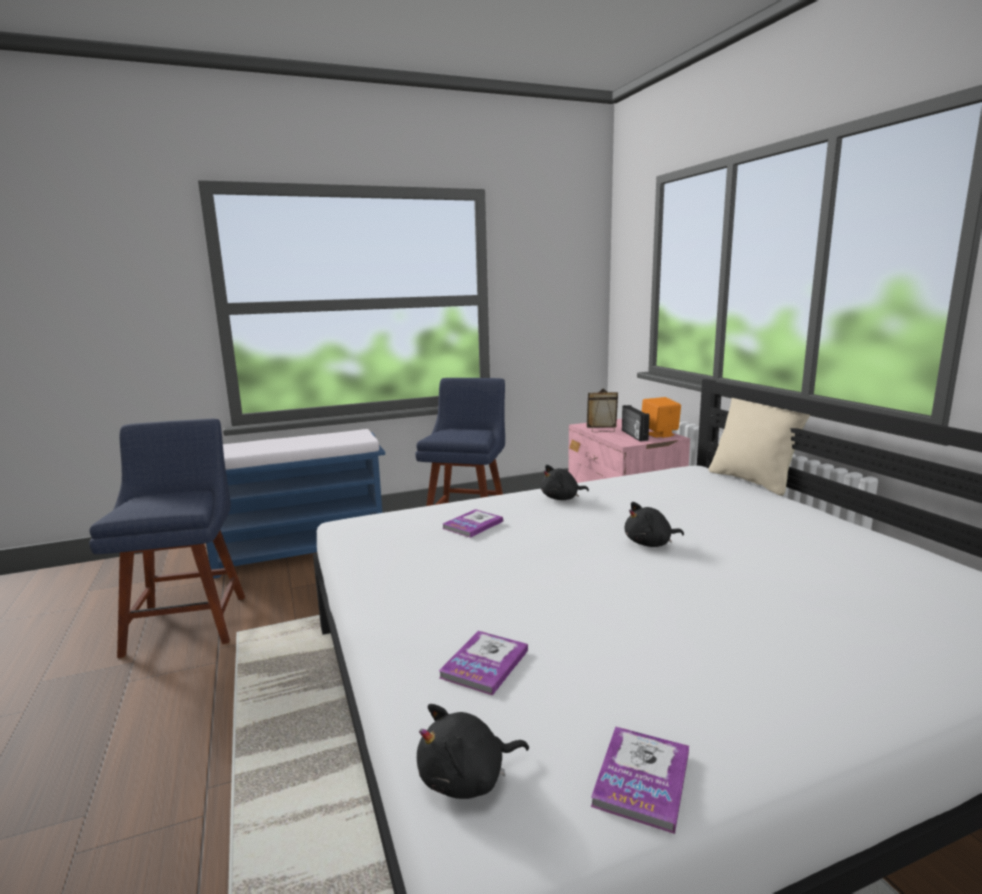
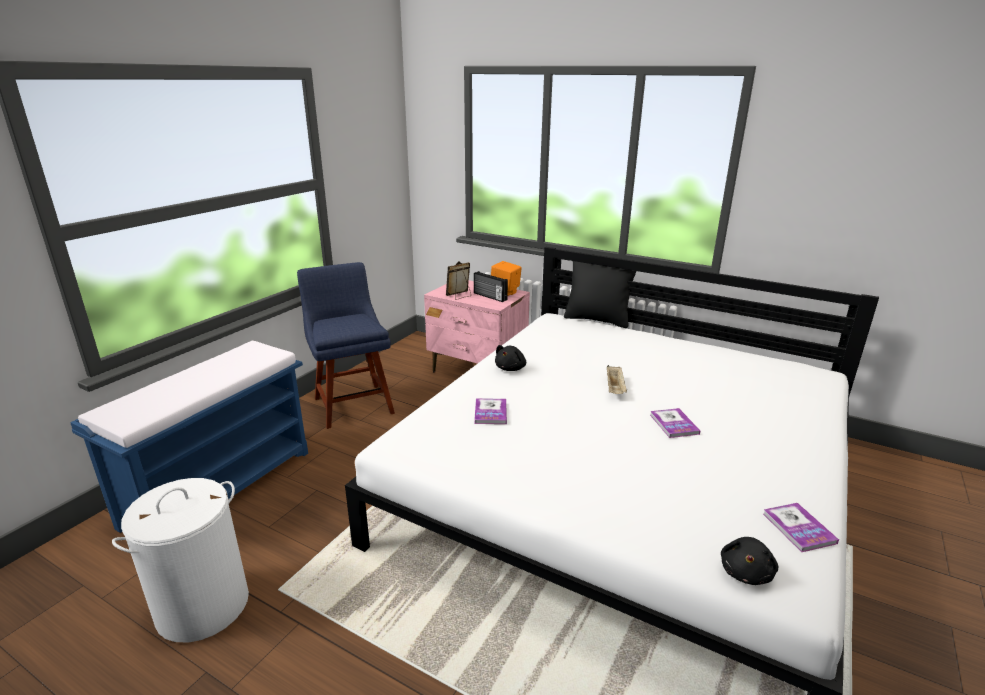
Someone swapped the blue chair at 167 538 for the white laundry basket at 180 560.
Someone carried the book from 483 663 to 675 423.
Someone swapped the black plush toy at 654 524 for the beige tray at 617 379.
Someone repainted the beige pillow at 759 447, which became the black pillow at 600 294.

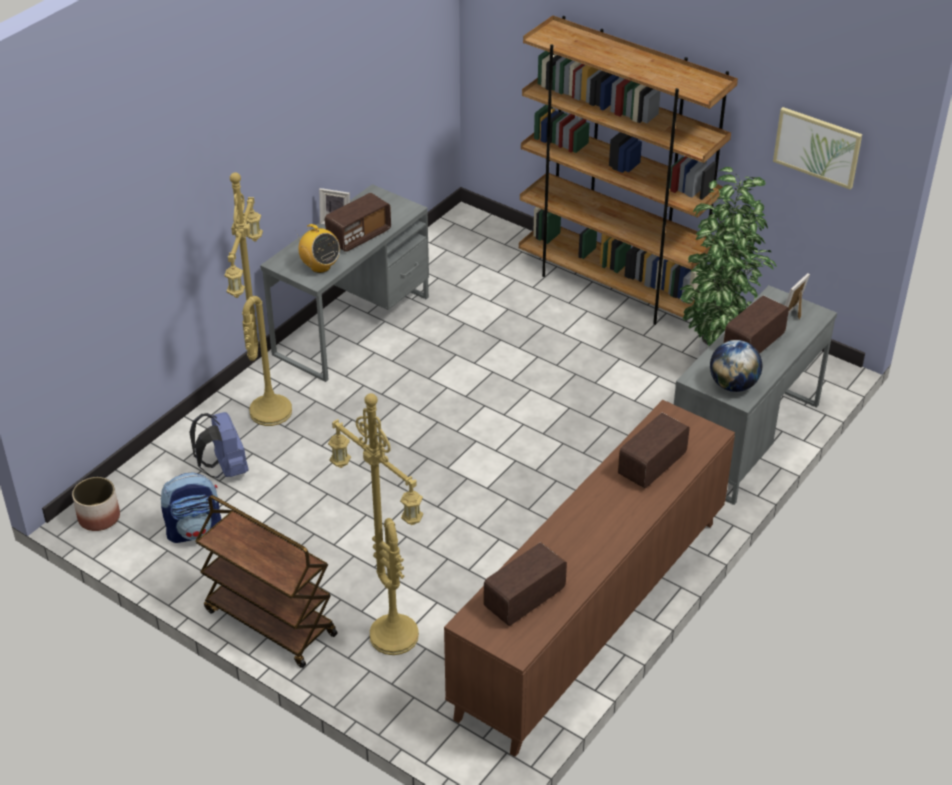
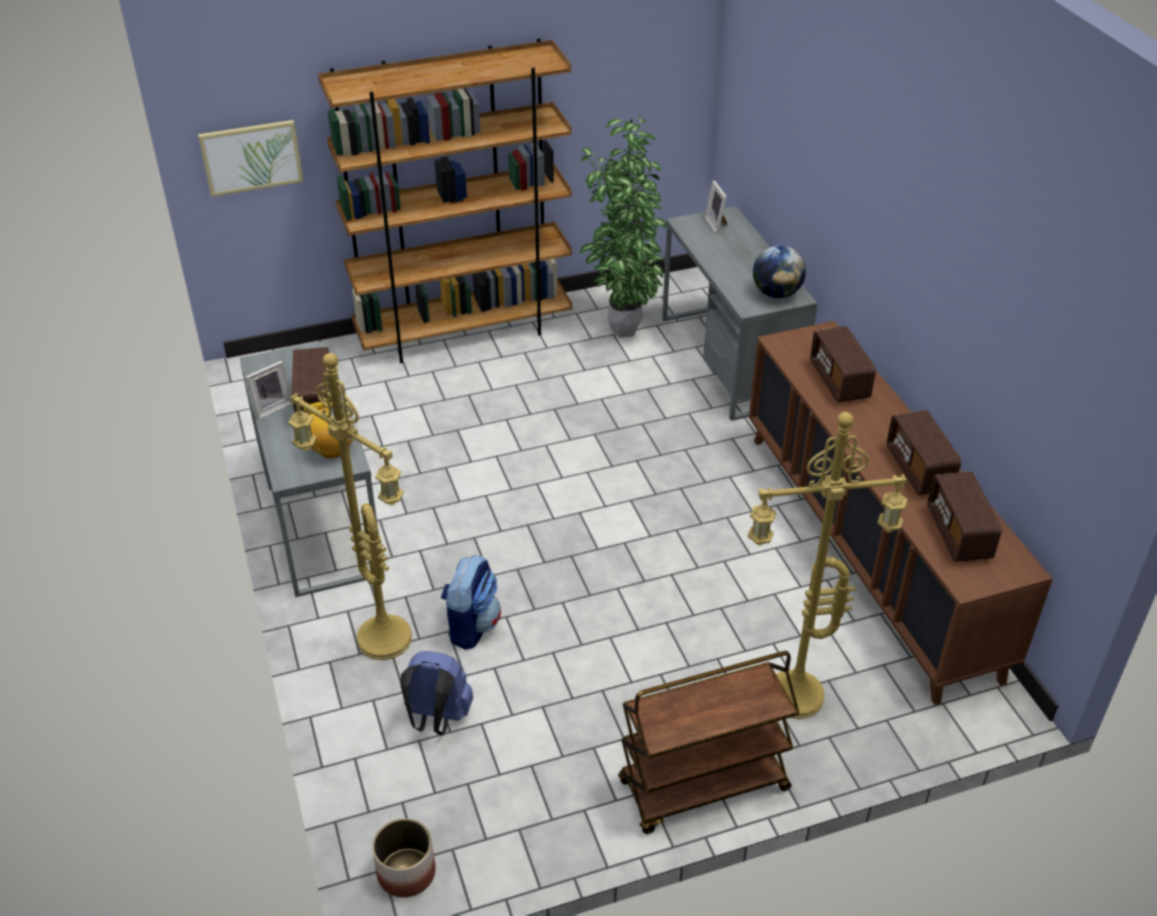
Someone carried the backpack from 191 507 to 471 602.
Someone carried the radio from 756 324 to 924 452.
Someone carried the picture from 817 148 to 250 158.

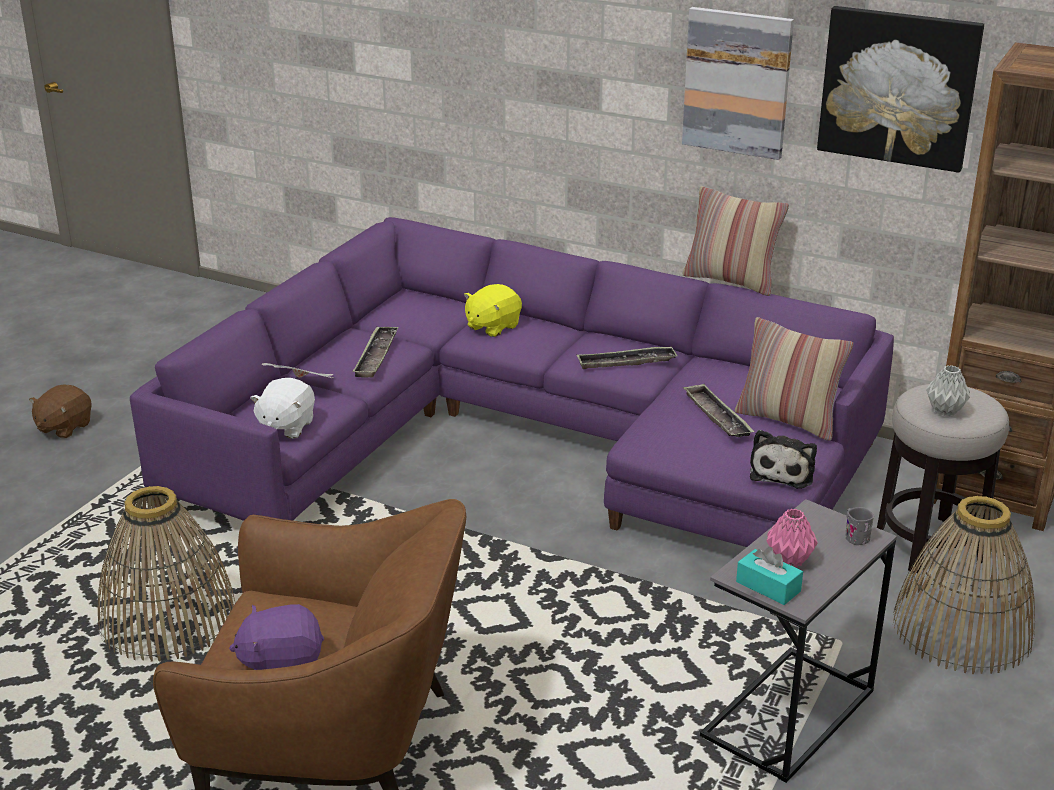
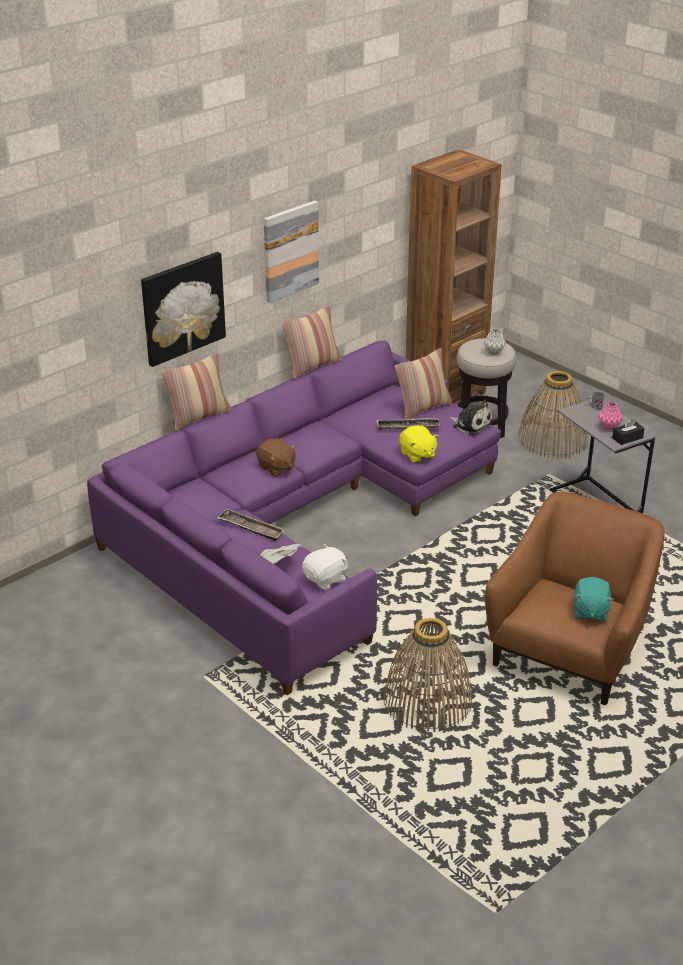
Someone carried the brown plush toy from 60 412 to 276 457.
Someone repainted the purple plush toy at 276 637, which became the turquoise plush toy at 593 599.
Someone rotated the white plush toy at 282 408 by 75 degrees counterclockwise.
Someone carried the yellow plush toy from 493 310 to 418 444.
Someone took away the tray at 627 357.
Someone repainted the turquoise tissue box at 769 576, which became the black tissue box at 628 431.
Someone carried the picture from 900 89 to 183 309.
Someone put down the pillow at 196 392.

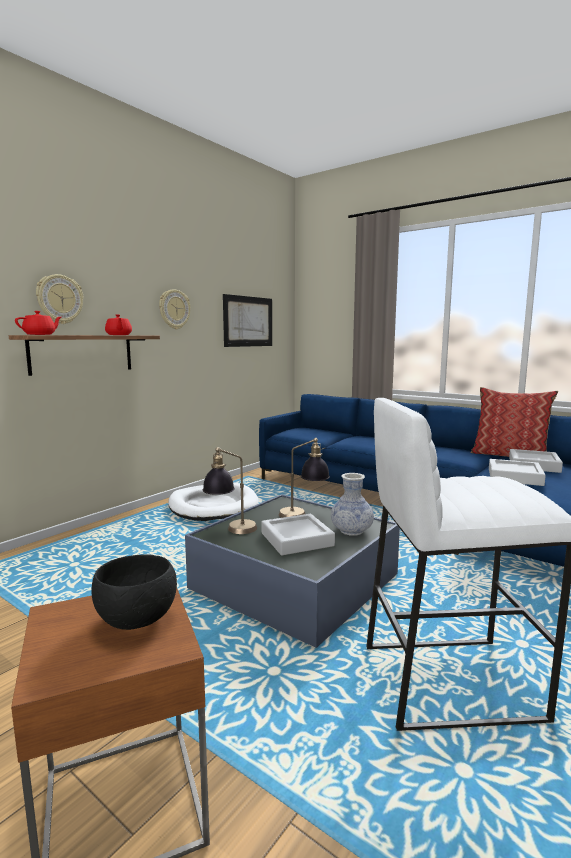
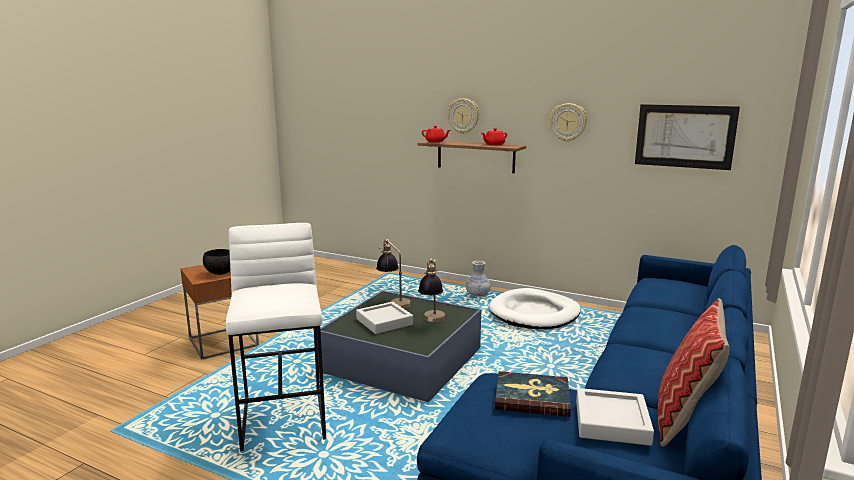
Someone carried the vase from 352 504 to 478 279.
Someone swapped the grey tray at 517 472 for the book at 533 394.

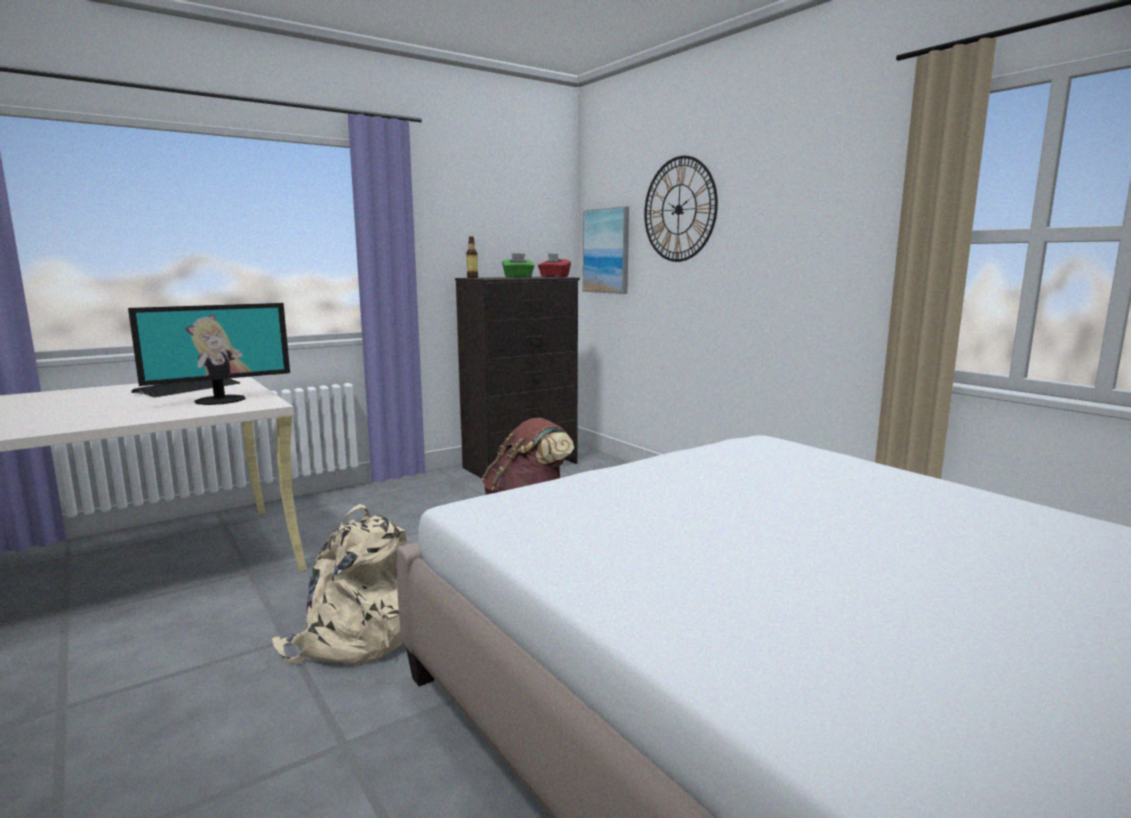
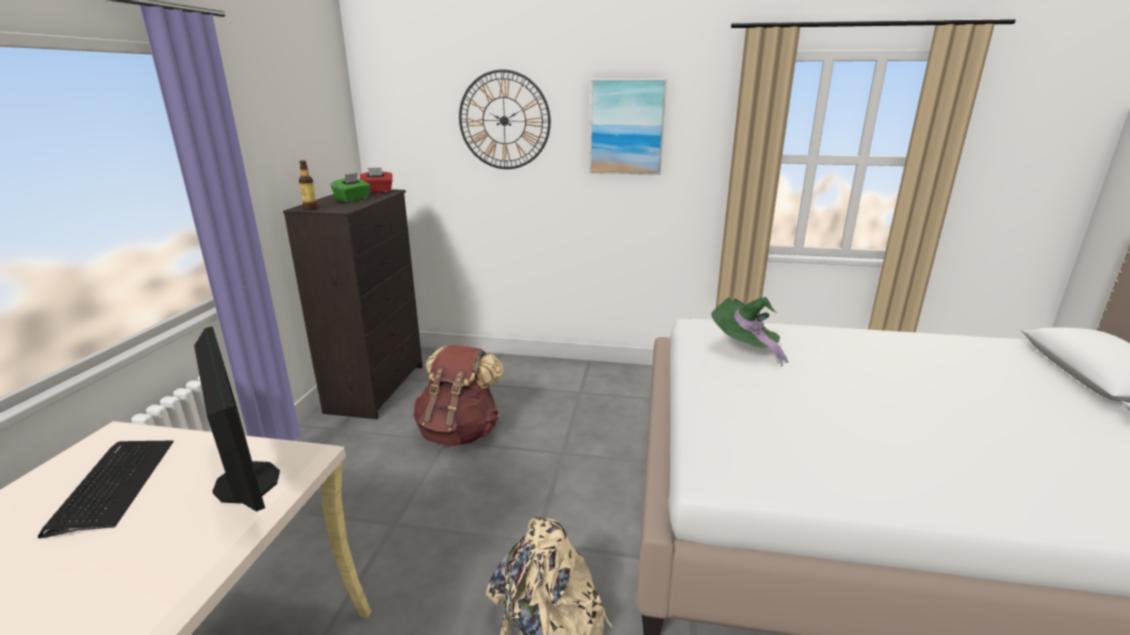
Someone rotated the monitor at 209 354 by 45 degrees counterclockwise.
Someone carried the picture from 606 250 to 628 127.
Someone put down the green hat at 750 331.

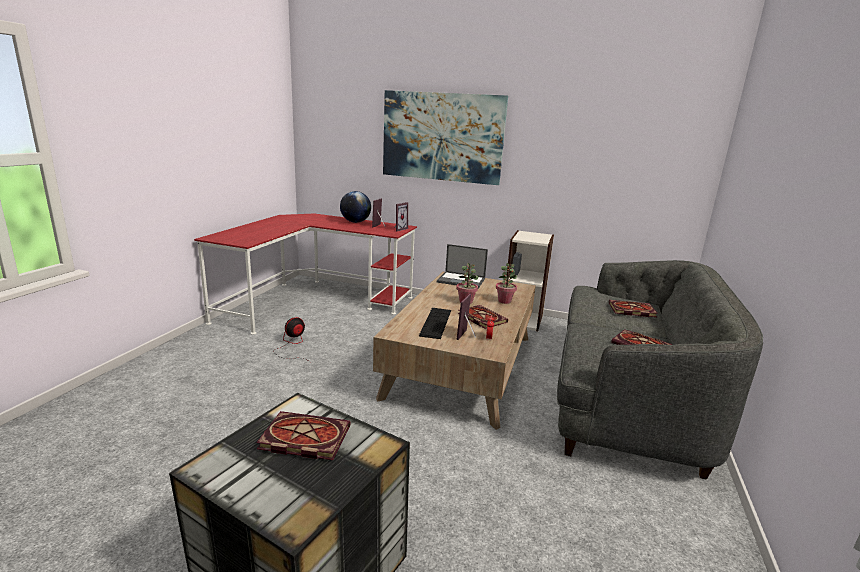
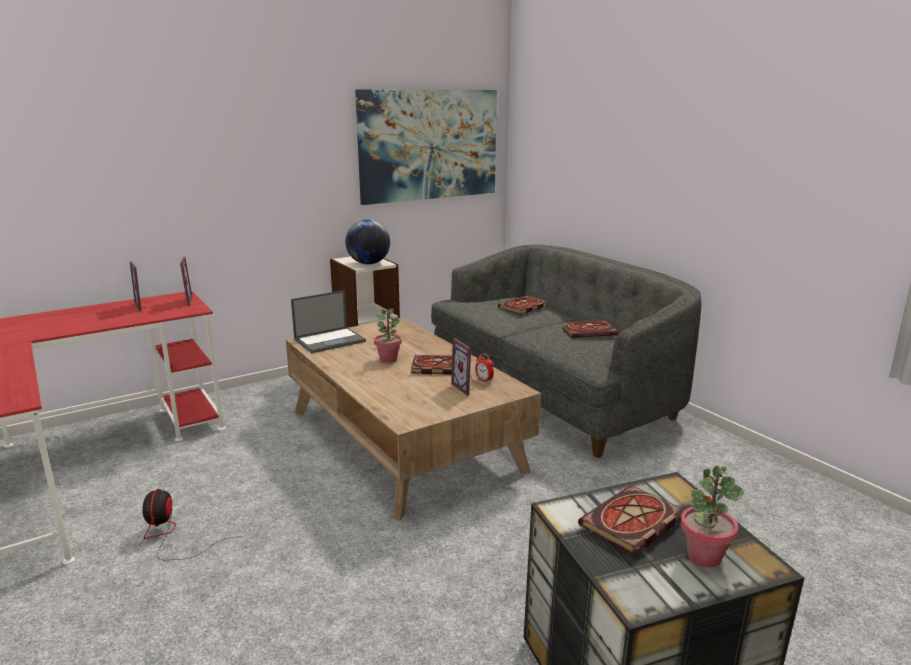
Someone carried the globe from 355 207 to 367 242.
Someone carried the picture from 445 137 to 426 147.
Someone took away the keyboard at 435 323.
Someone carried the potted plant from 506 283 to 712 517.

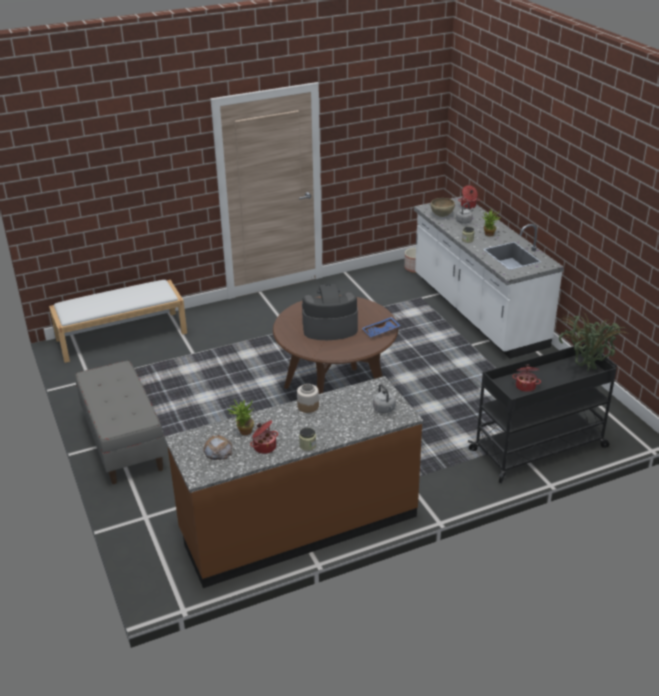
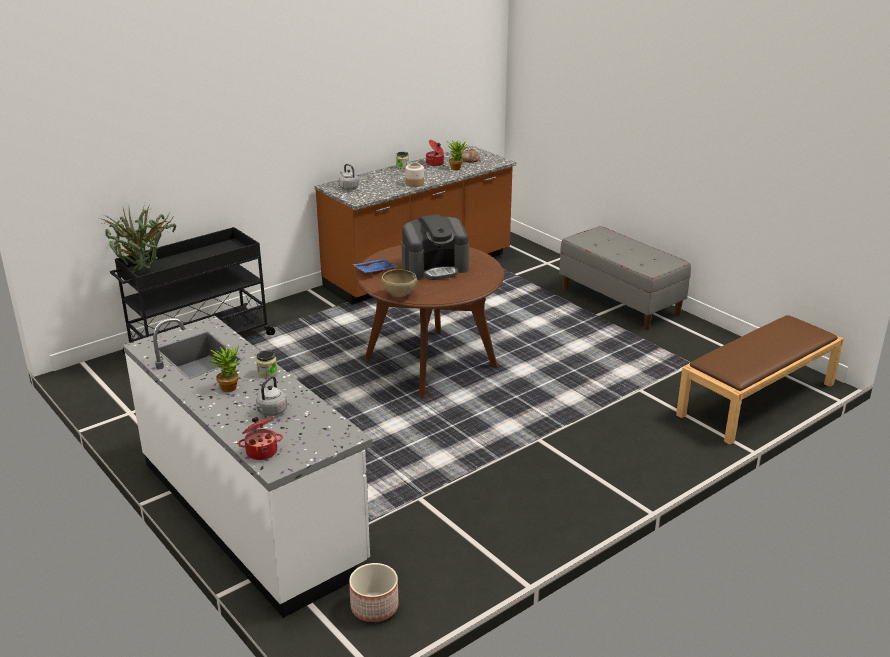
Someone repainted the white bench at 118 321, which became the brown bench at 760 380.
Someone carried the brown bowl from 442 207 to 399 283.
Someone took away the cooking pot at 526 378.

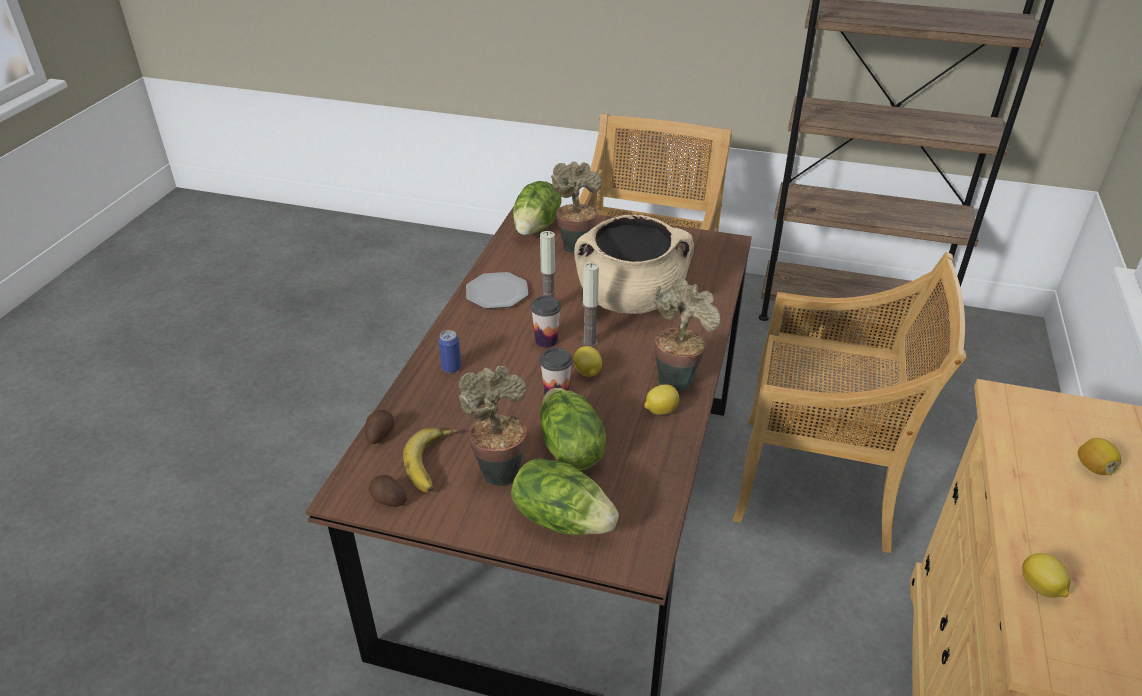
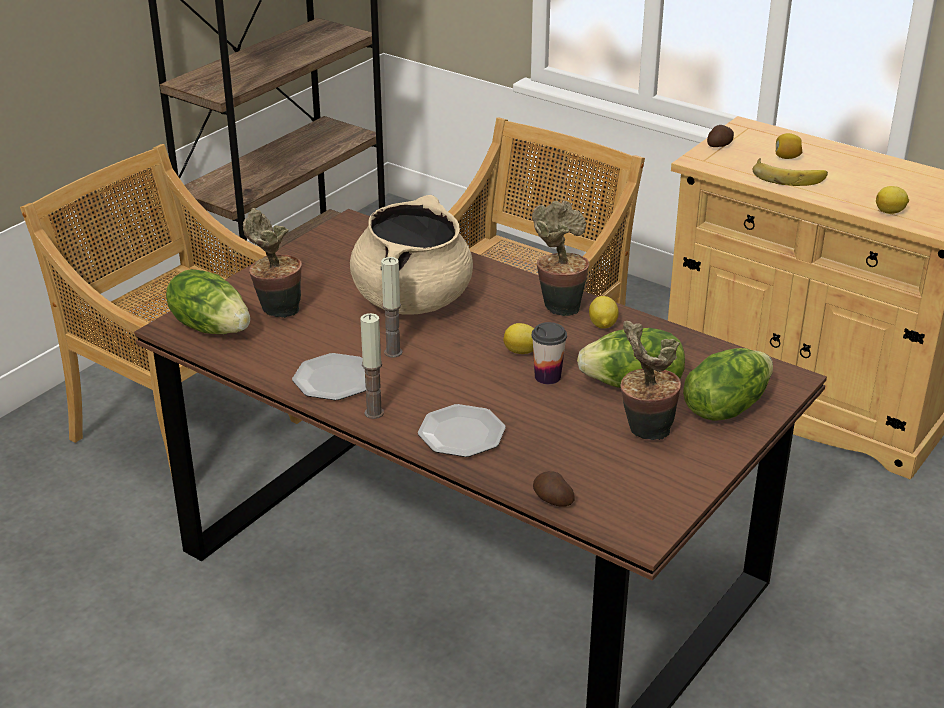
Someone carried the potato from 388 491 to 720 136.
Someone carried the banana from 431 460 to 790 172.
Someone swapped the can at 449 351 for the plate at 462 430.
Someone took away the cup at 546 322.
Someone carried the candle from 590 304 to 372 366.

